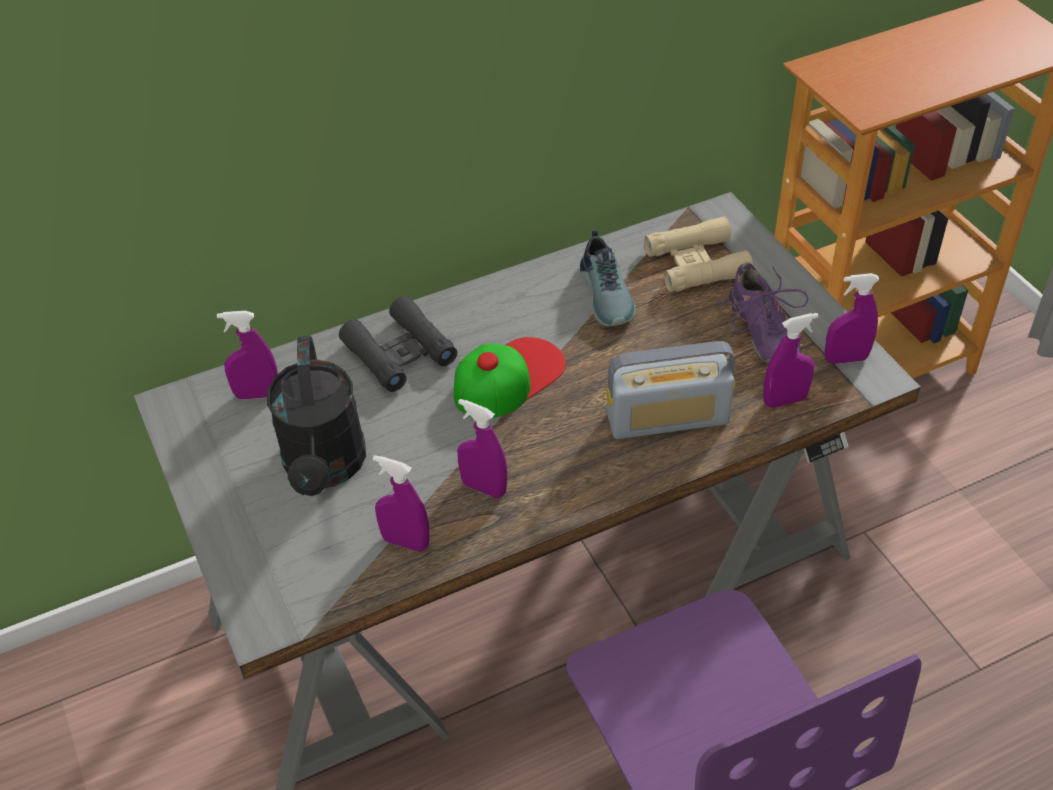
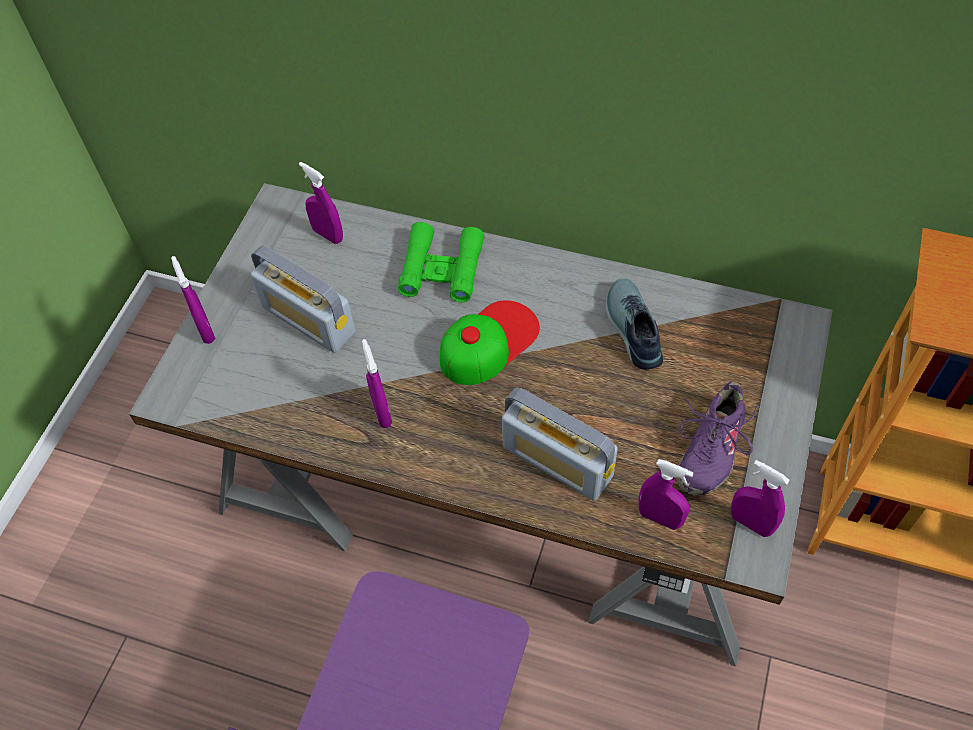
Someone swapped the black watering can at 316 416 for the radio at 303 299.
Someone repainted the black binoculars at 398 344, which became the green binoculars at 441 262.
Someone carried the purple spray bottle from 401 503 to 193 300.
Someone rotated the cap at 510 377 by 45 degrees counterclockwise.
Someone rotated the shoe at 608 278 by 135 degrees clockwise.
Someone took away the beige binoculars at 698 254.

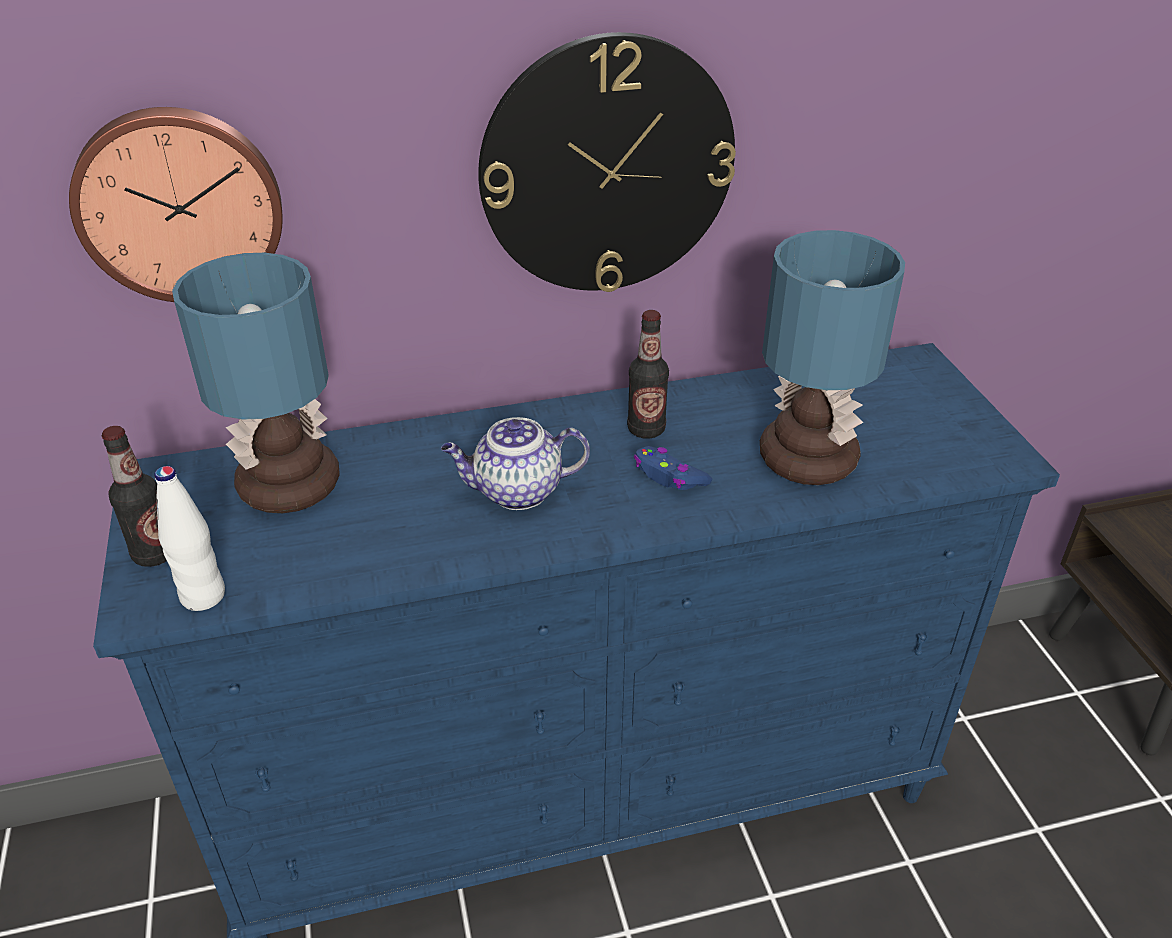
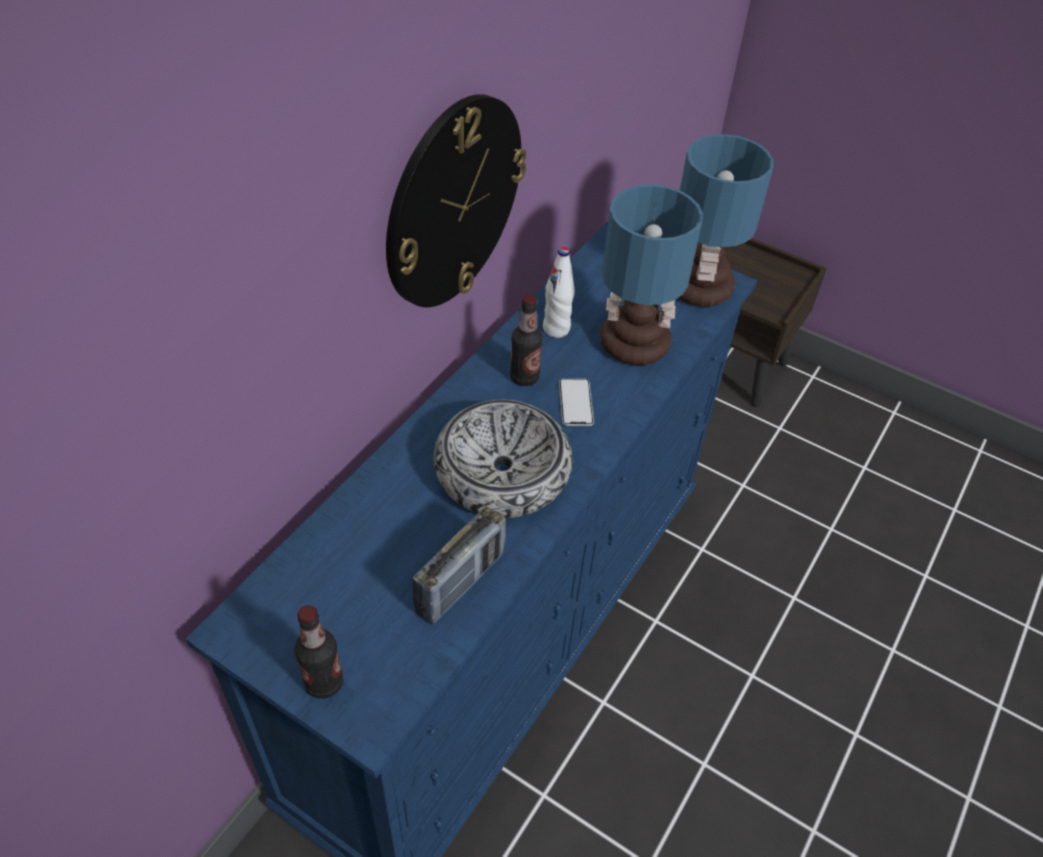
Someone took away the wall clock at 176 204.
Someone carried the white bottle from 189 538 to 559 292.
Someone carried the table lamp from 255 383 to 726 220.
Someone swapped the teapot at 515 463 for the bowl at 502 459.
Someone swapped the blue game controller at 673 468 for the phone at 576 402.
Someone put down the radio at 459 566.

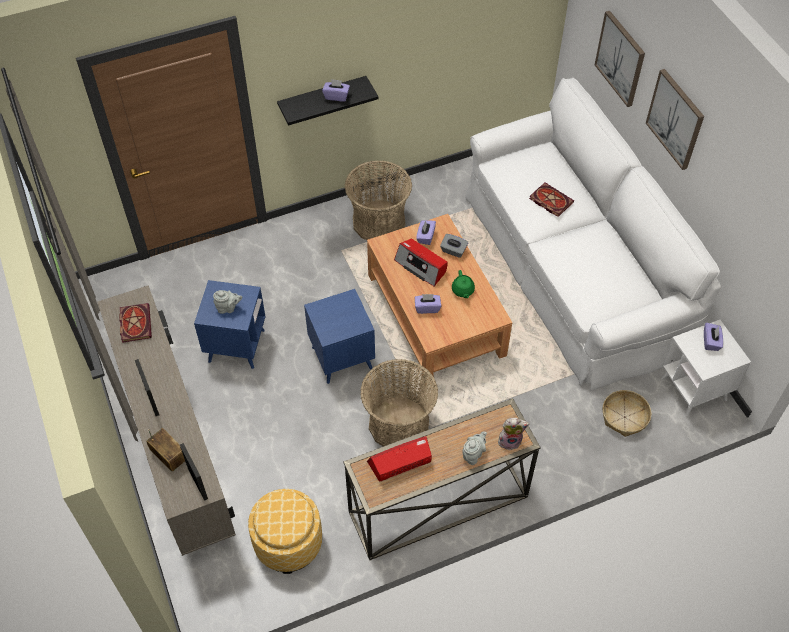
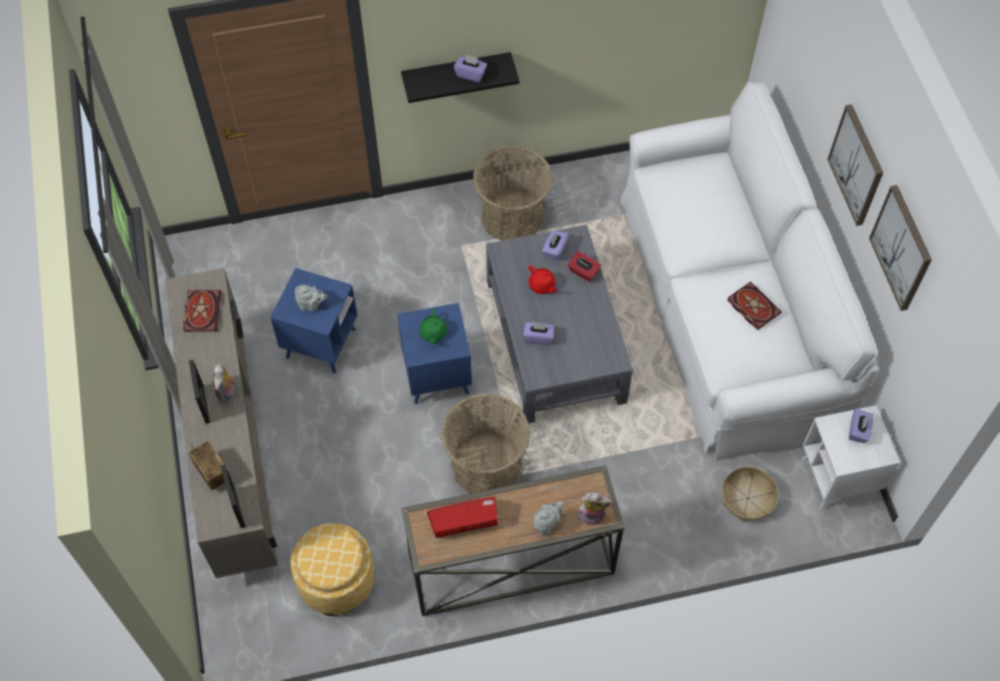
Someone repainted the brown coffee table at 440 299, which became the grey coffee table at 559 324.
Someone swapped the radio at 420 263 for the red teapot at 543 279.
Someone repainted the grey tissue box at 454 246, which became the red tissue box at 584 266.
Someone carried the green teapot from 463 284 to 433 326.
Someone carried the book from 551 199 to 754 305.
Someone carried the picture from 620 59 to 900 248.
Someone put down the plush toy at 225 383.

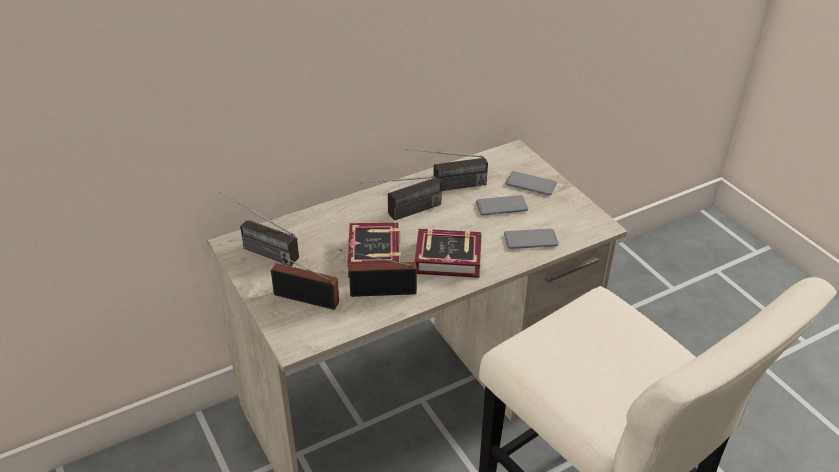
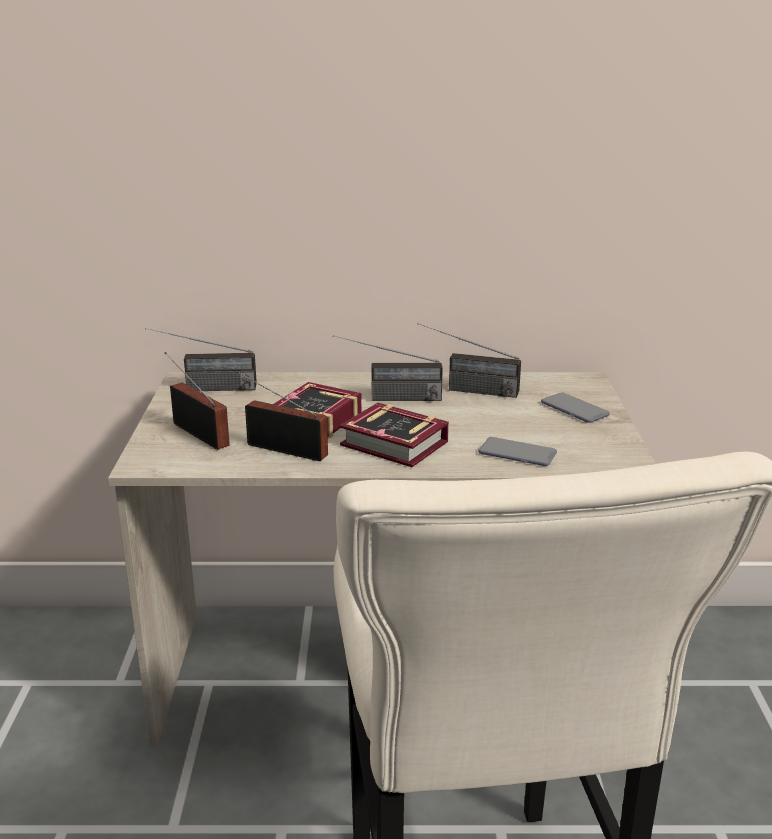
Someone rotated the radio at 259 228 by 60 degrees counterclockwise.
Someone took away the phone at 502 205.

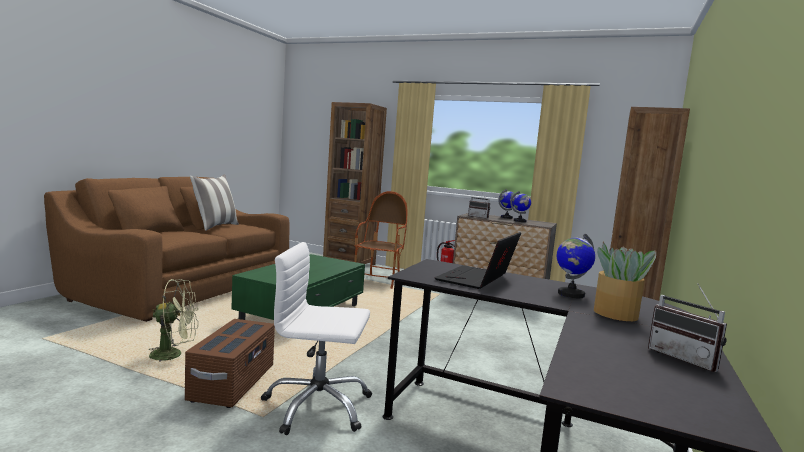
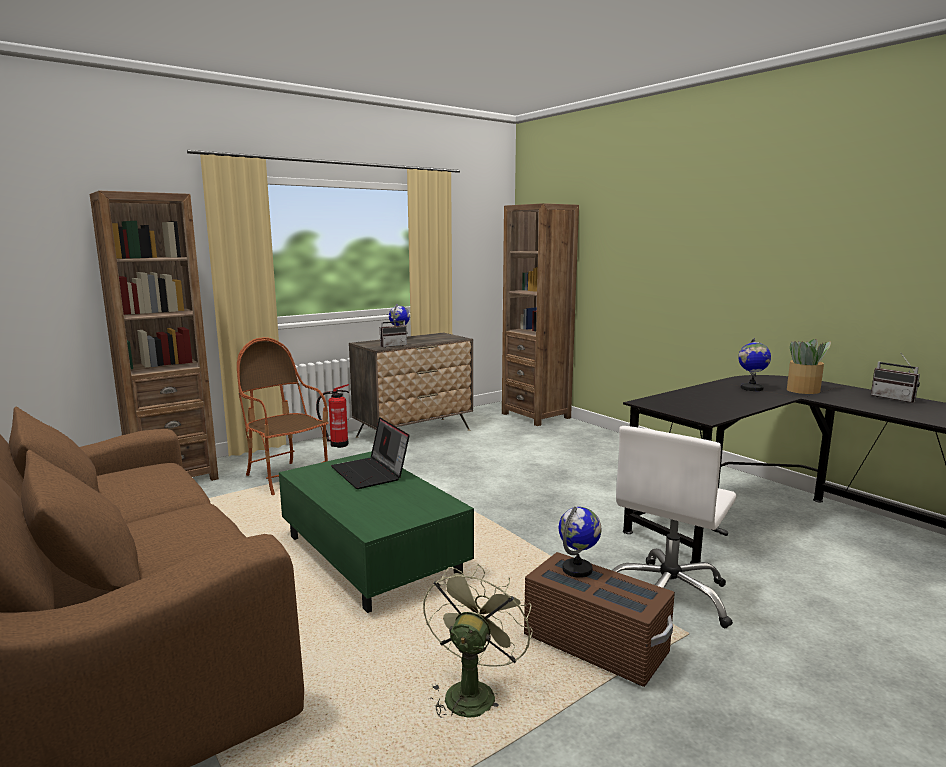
Someone took away the pillow at 214 202.
Someone carried the laptop from 477 260 to 370 453.
Someone carried the globe from 520 206 to 580 542.
Someone rotated the radio at 687 327 by 60 degrees clockwise.

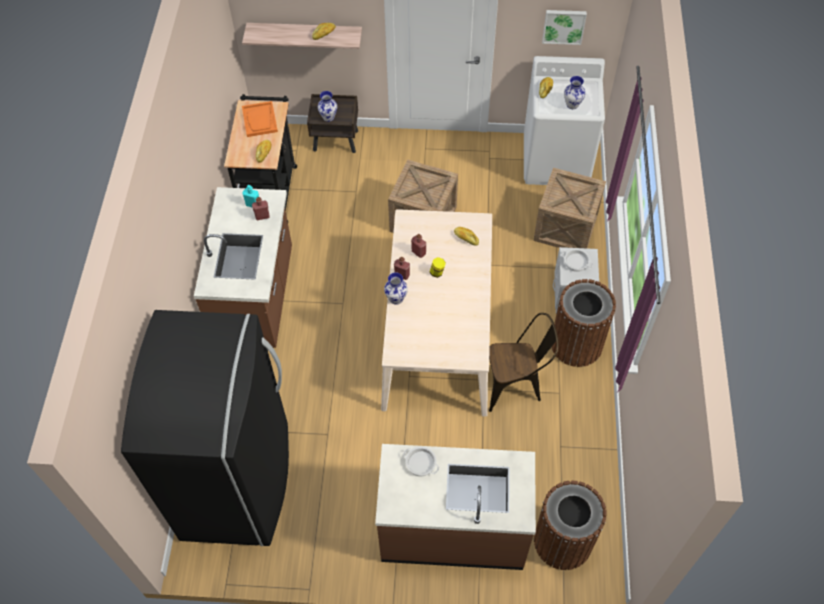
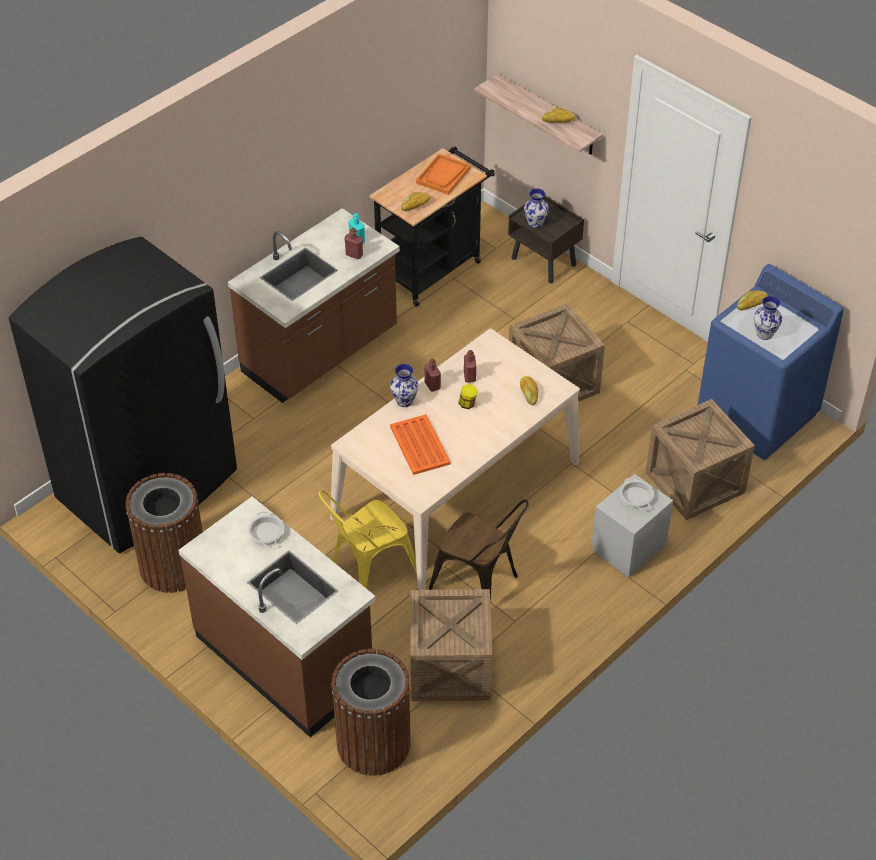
Someone repainted the white washing machine at 564 120, which became the blue washing machine at 771 362.
Someone took away the picture at 564 27.
Someone carried the brown trash can from 584 323 to 164 533.
Someone put down the yellow chair at 368 539.
Someone put down the orange tray at 420 444.
Someone put down the crate at 451 645.

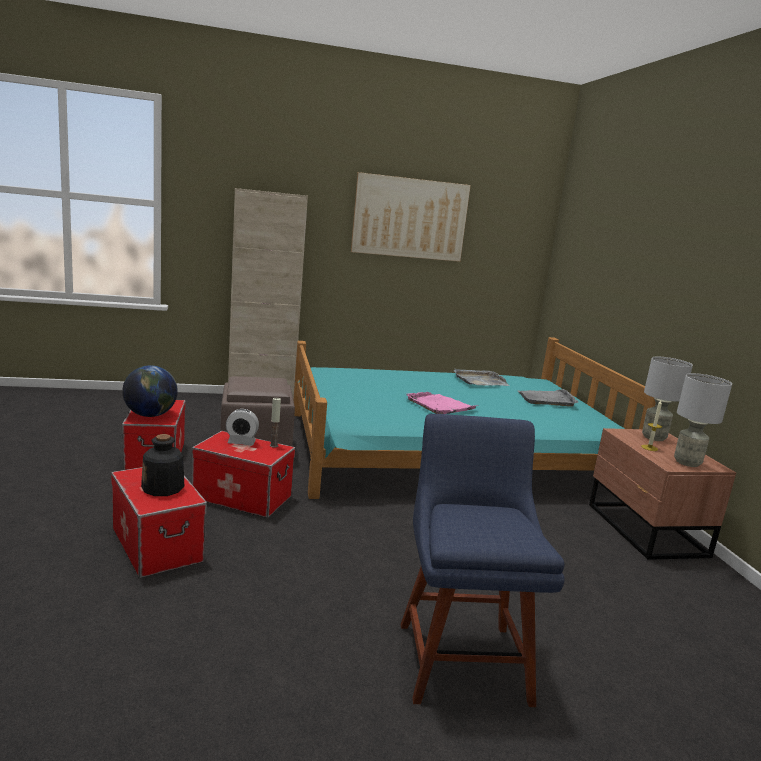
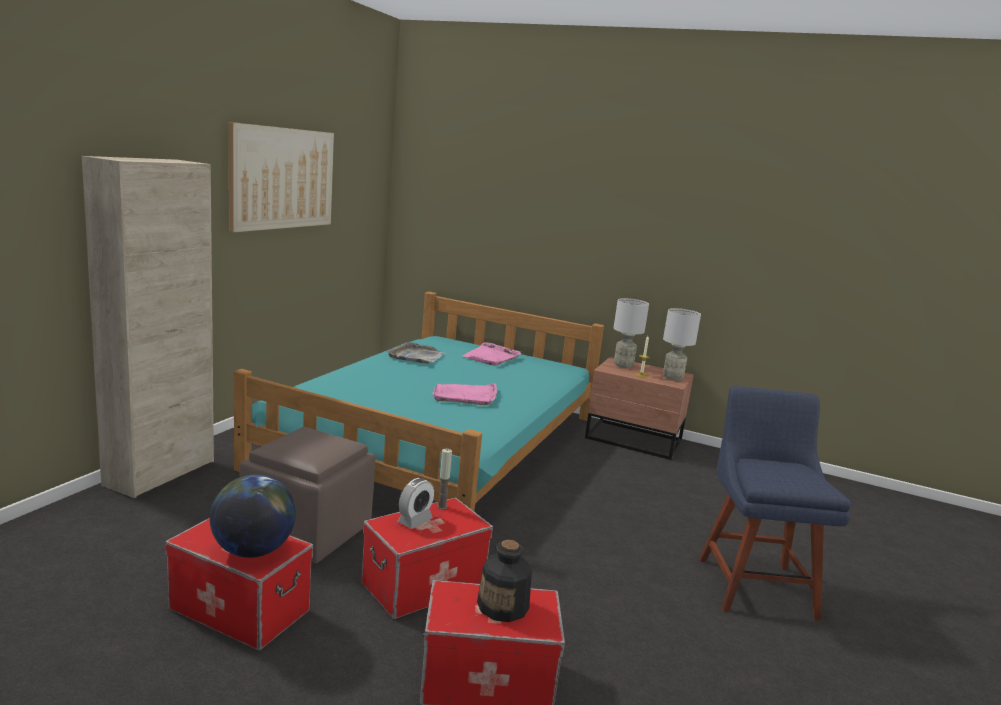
Someone rotated the blue chair at 482 560 by 60 degrees clockwise.
Someone repainted the grey tray at 547 398, which became the pink tray at 492 354.

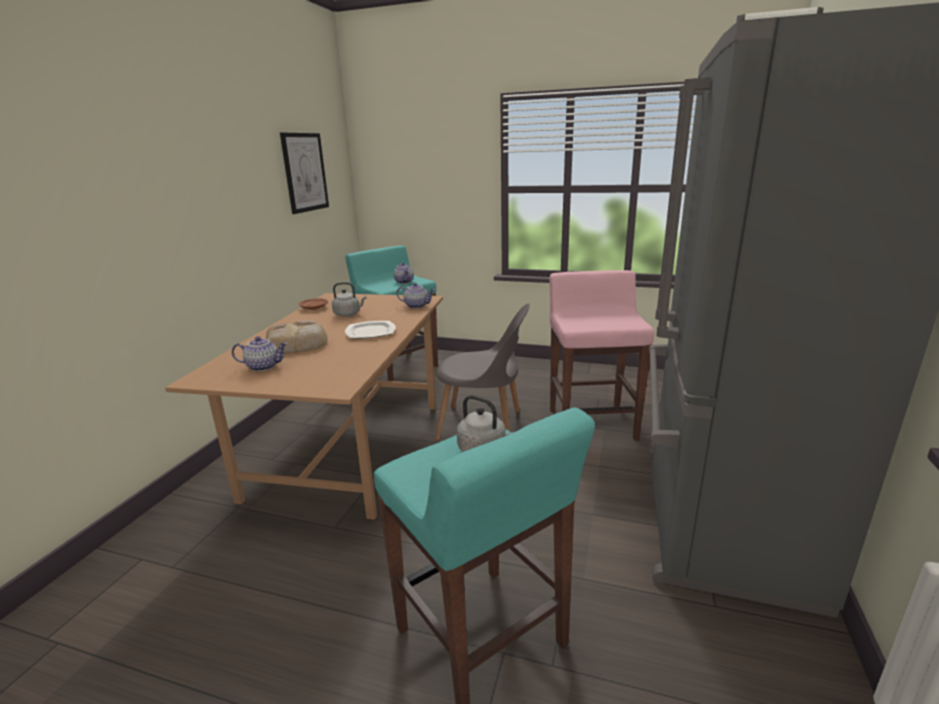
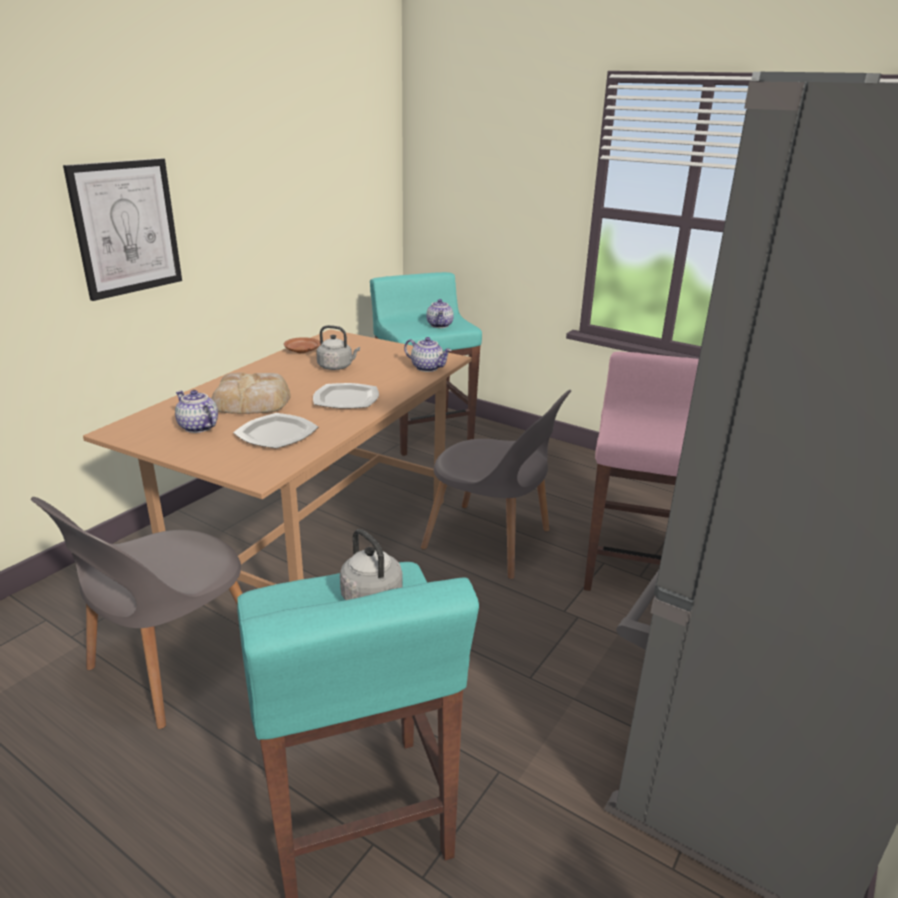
Someone rotated the teapot at 260 353 by 150 degrees counterclockwise.
Someone carried the picture from 304 173 to 122 229.
Someone put down the grey chair at 137 613.
Someone put down the plate at 275 431.

